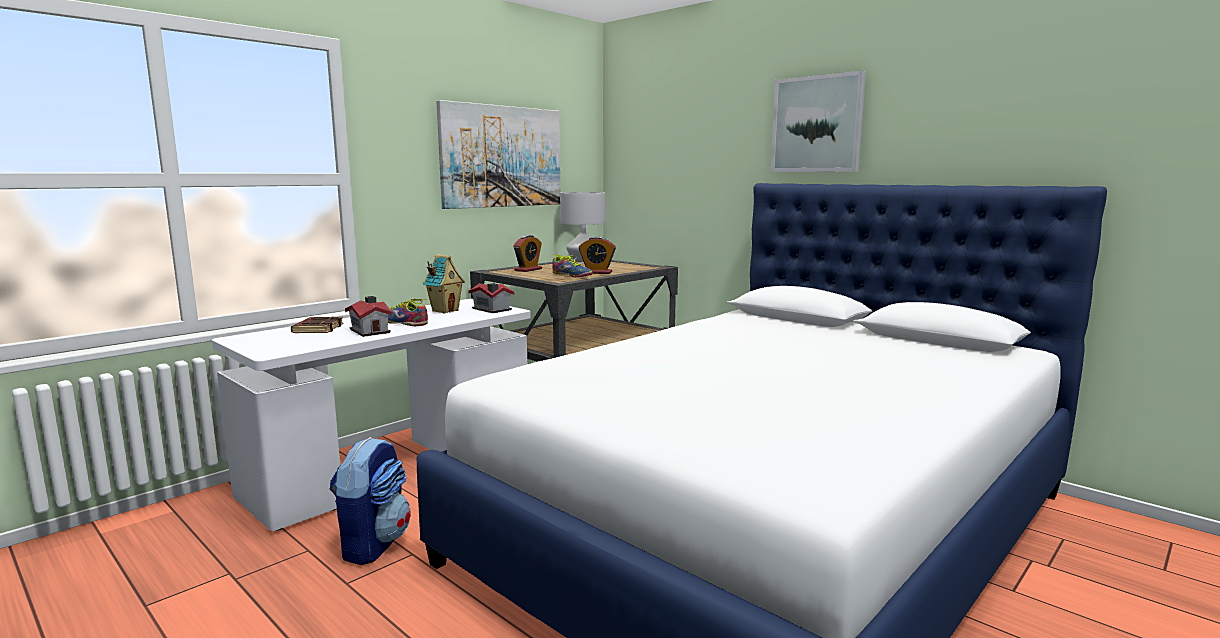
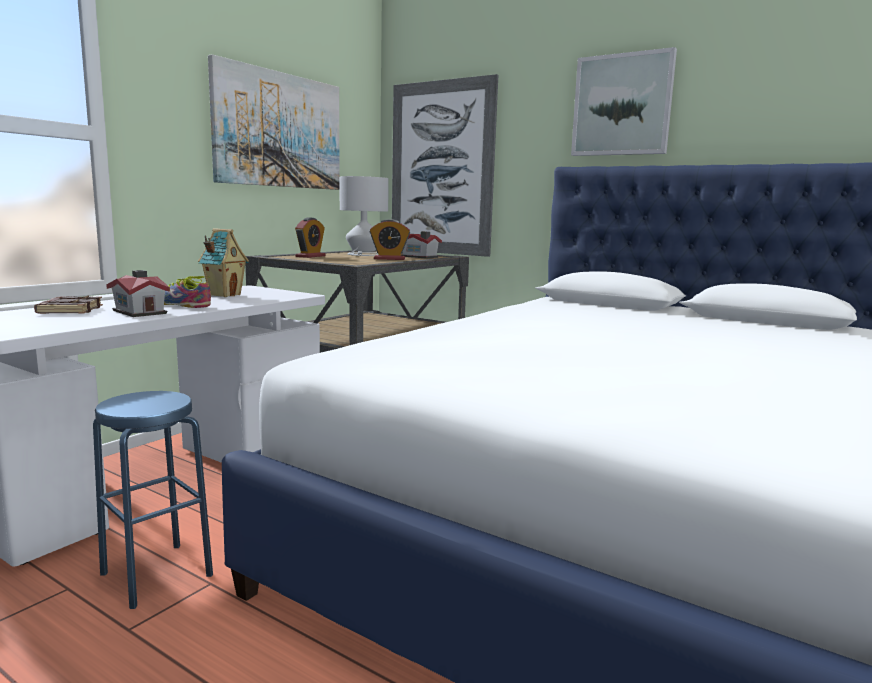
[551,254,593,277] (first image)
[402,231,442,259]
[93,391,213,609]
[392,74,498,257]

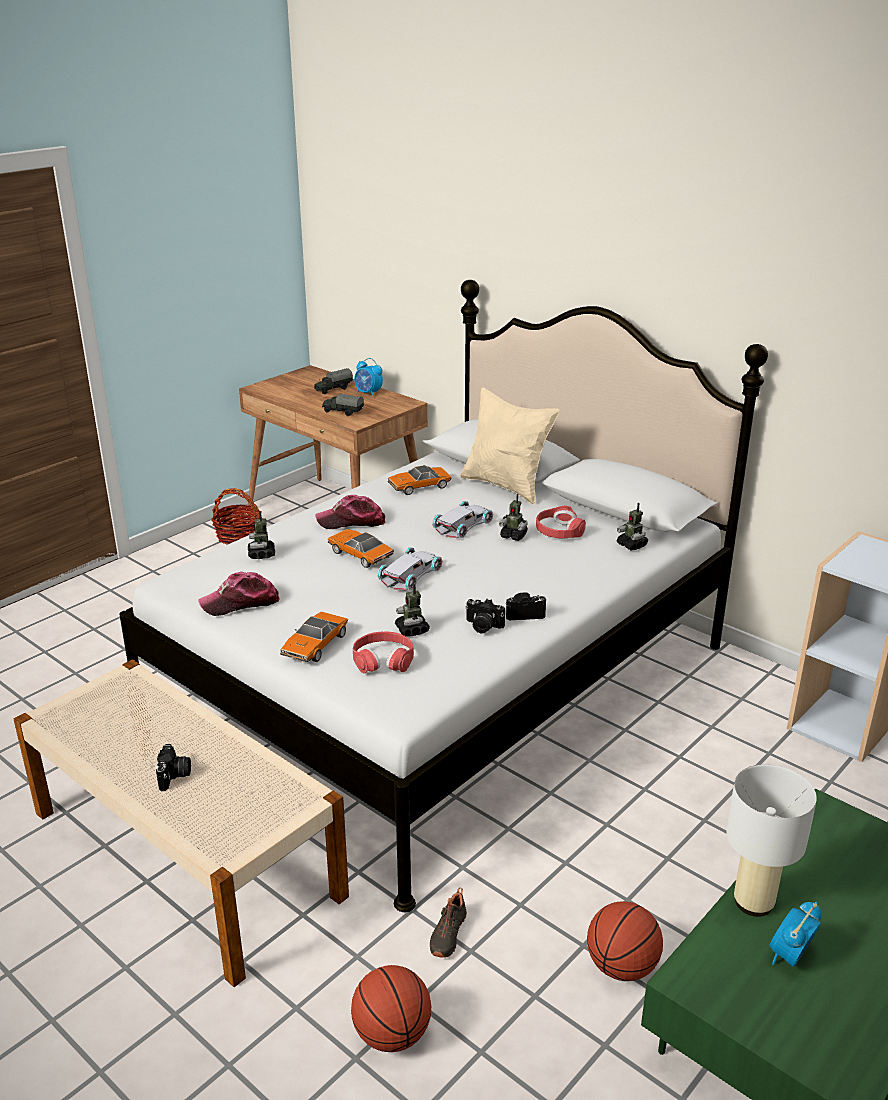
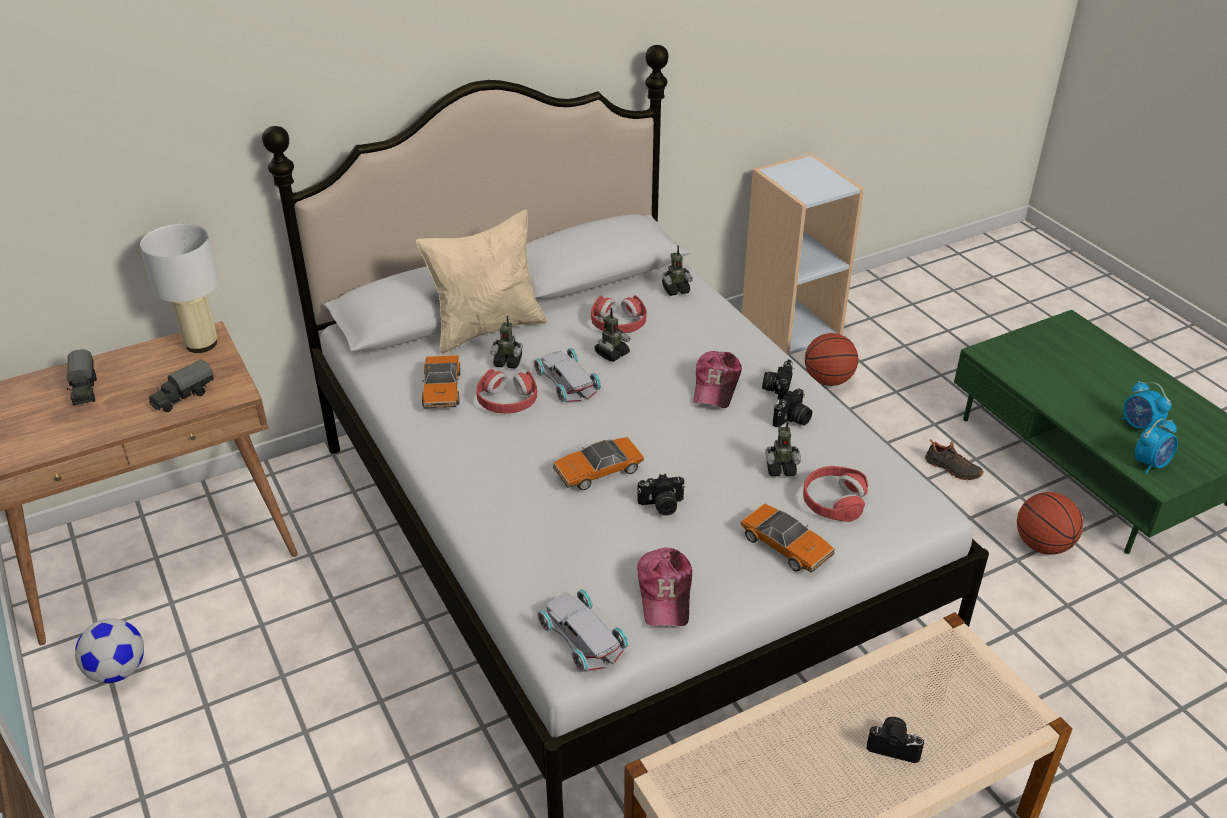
[1135,419,1178,474]
[75,618,144,683]
[693,351,742,408]
[490,316,523,369]
[537,589,629,672]
[140,223,219,353]
[925,439,983,480]
[805,333,858,386]
[476,369,537,414]
[637,474,685,516]

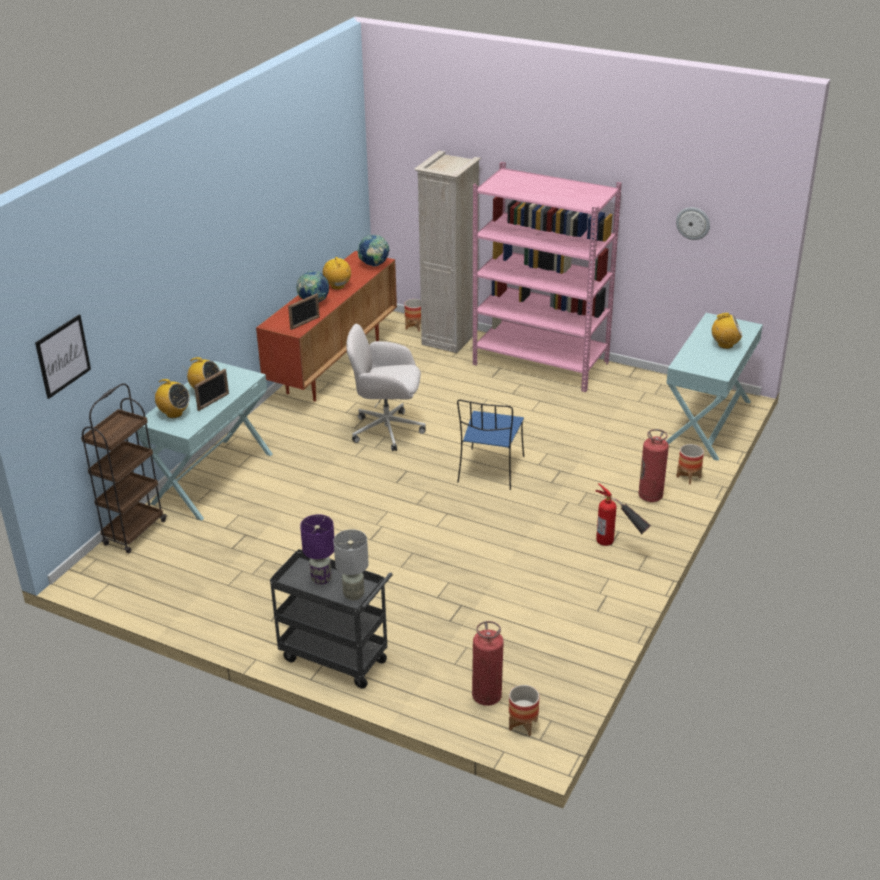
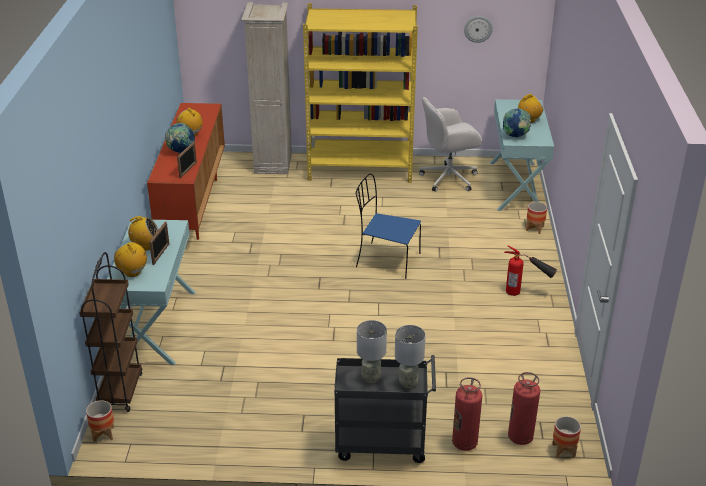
[303,3,418,183]
[503,108,531,138]
[86,400,114,442]
[35,315,91,399] (first image)
[419,97,482,192]
[114,242,147,277]
[356,174,421,279]
[452,377,482,451]
[357,320,387,383]

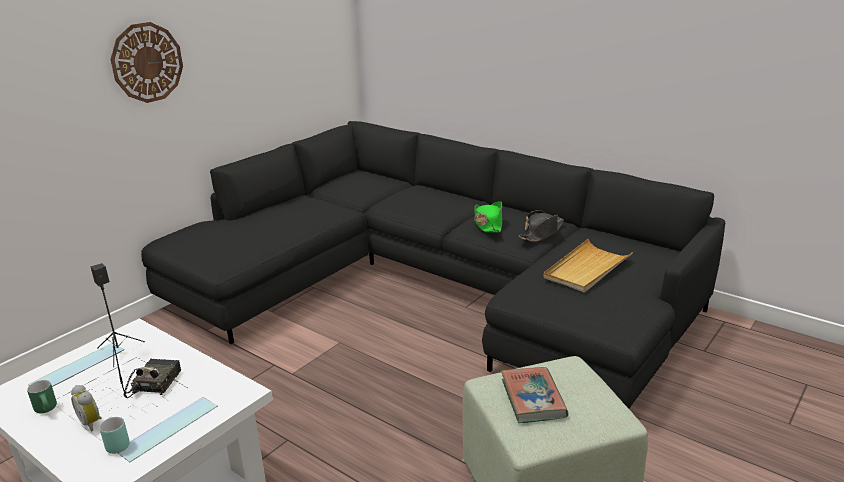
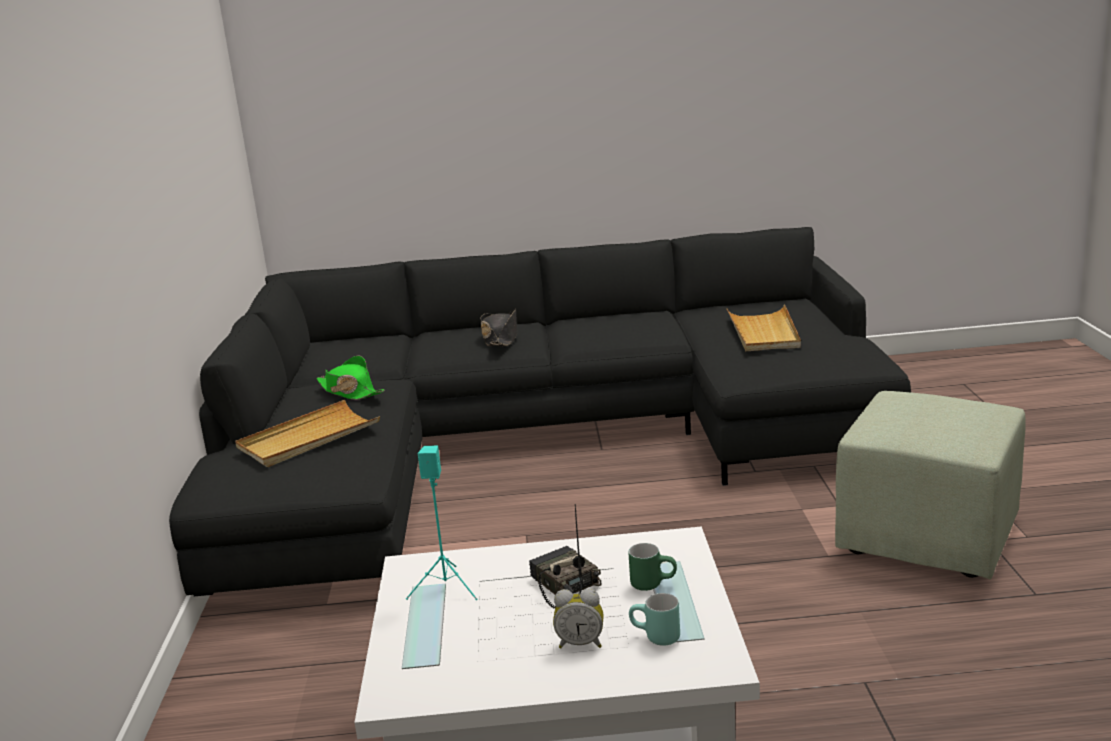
[110,22,183,103] (first image)
[316,356,384,400]
[480,309,517,346]
[406,446,478,600]
[501,367,568,423] (first image)
[629,543,677,591]
[235,400,380,467]

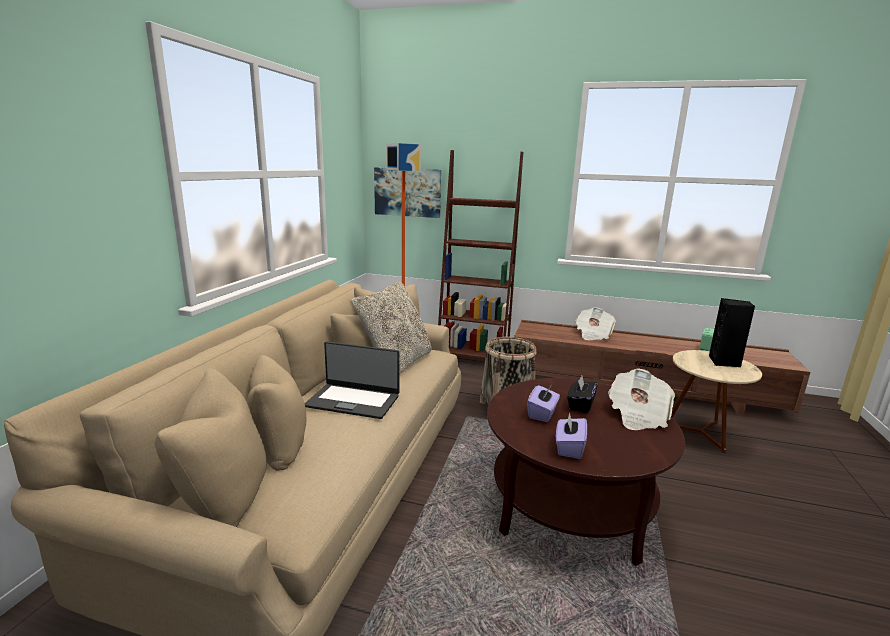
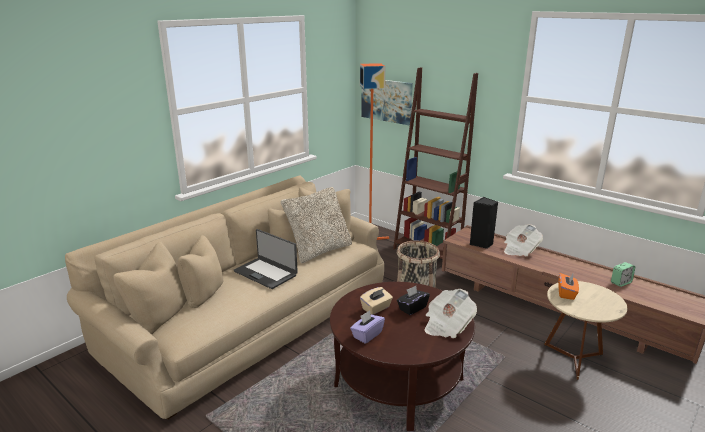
[470,197,498,249]
[360,287,393,315]
[558,272,579,300]

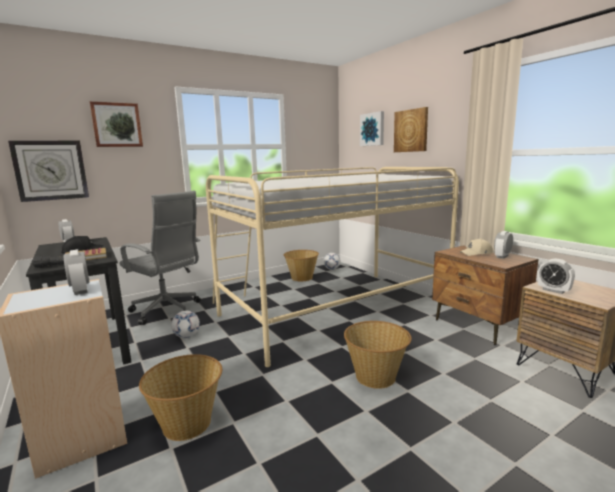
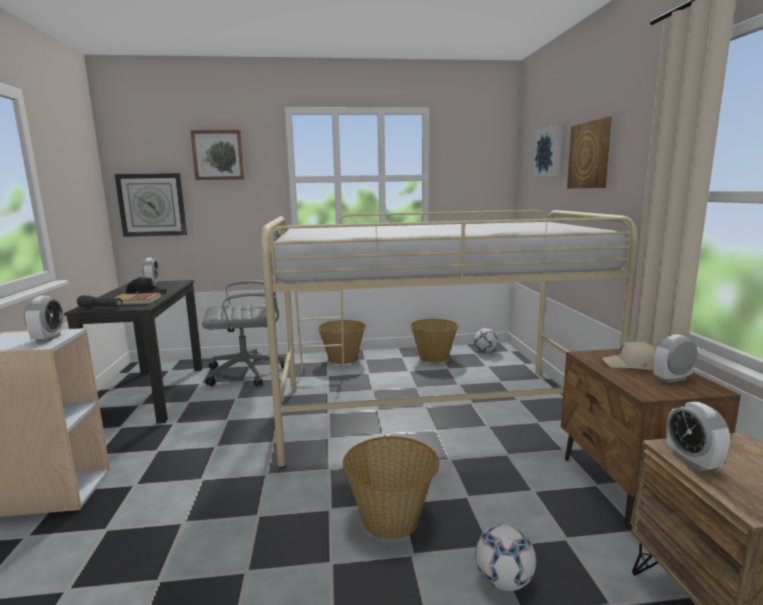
[202,230,285,386]
[475,524,536,591]
[318,320,366,364]

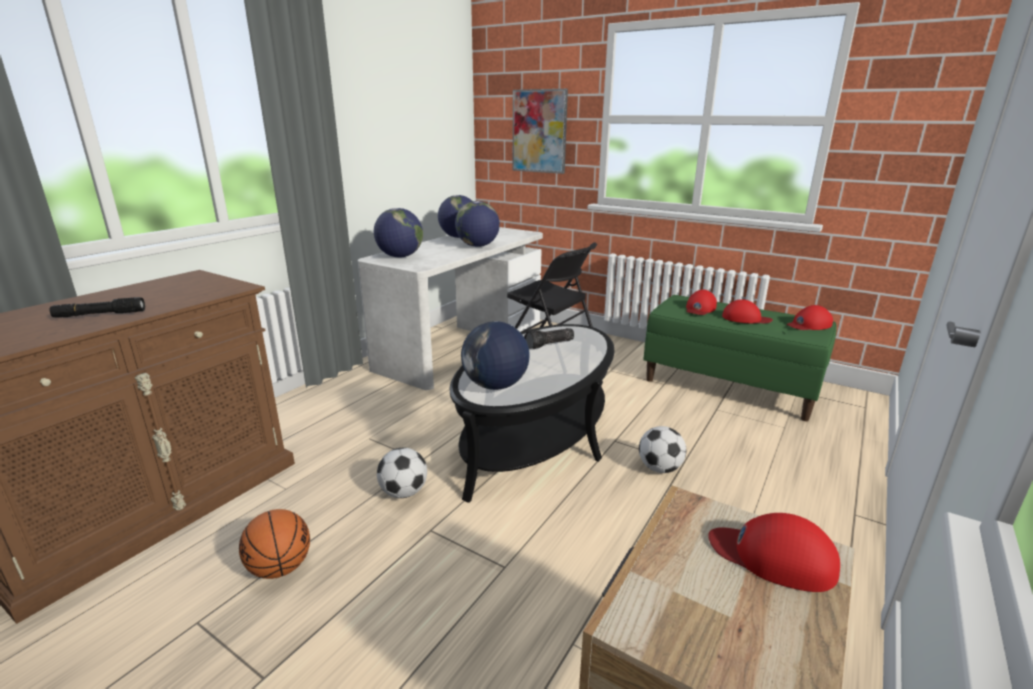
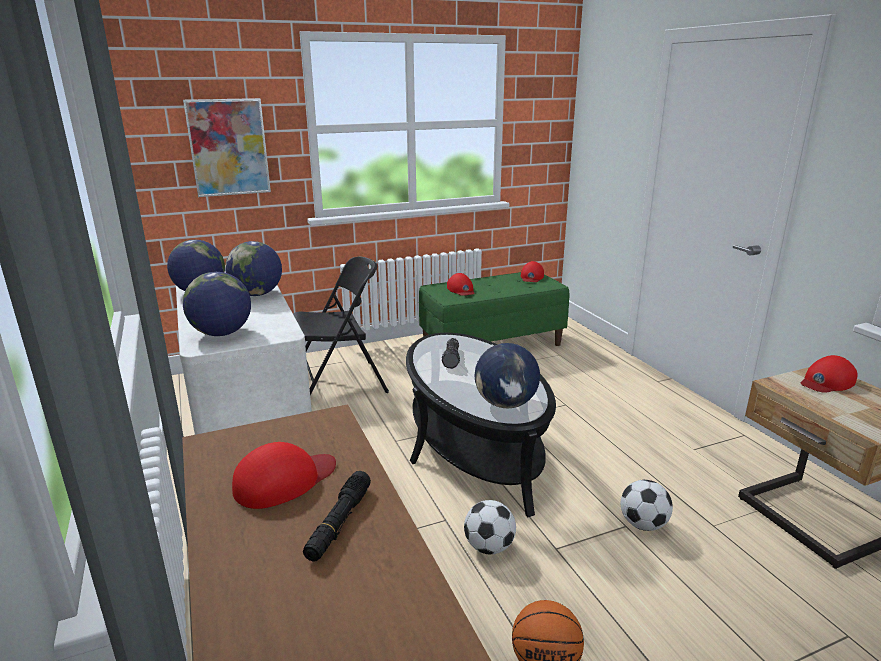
[232,442,336,509]
[621,480,673,531]

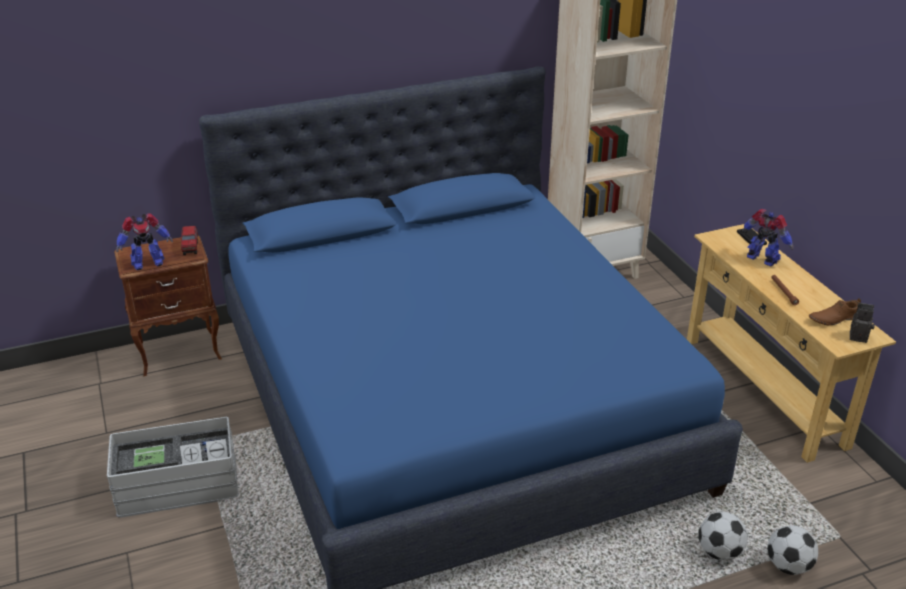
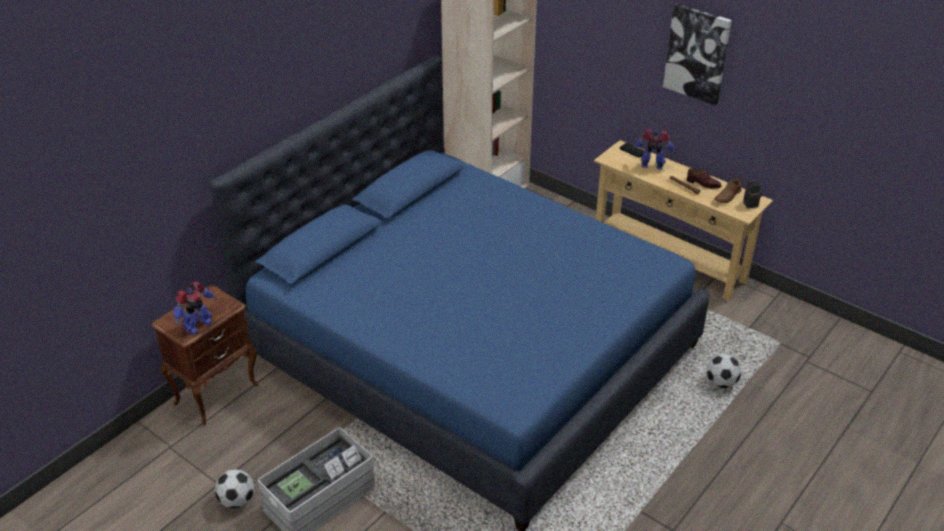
[181,226,198,255] (first image)
[215,469,254,509]
[663,3,732,105]
[687,168,722,188]

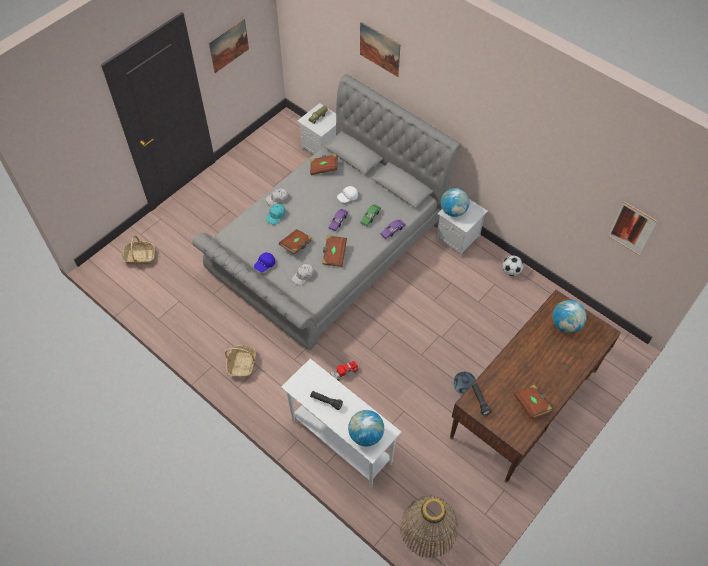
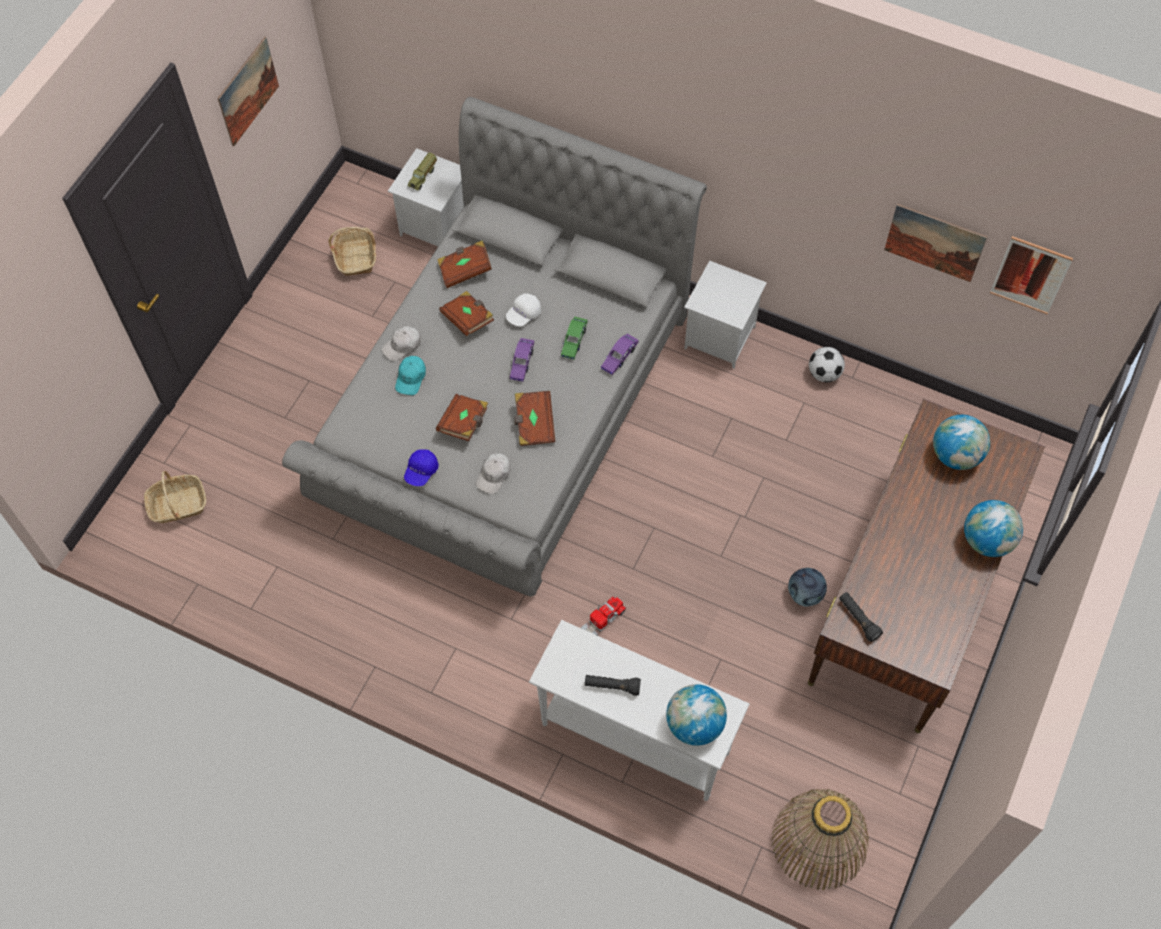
[884,204,988,282]
[964,500,1023,557]
[328,227,376,276]
[439,291,494,336]

